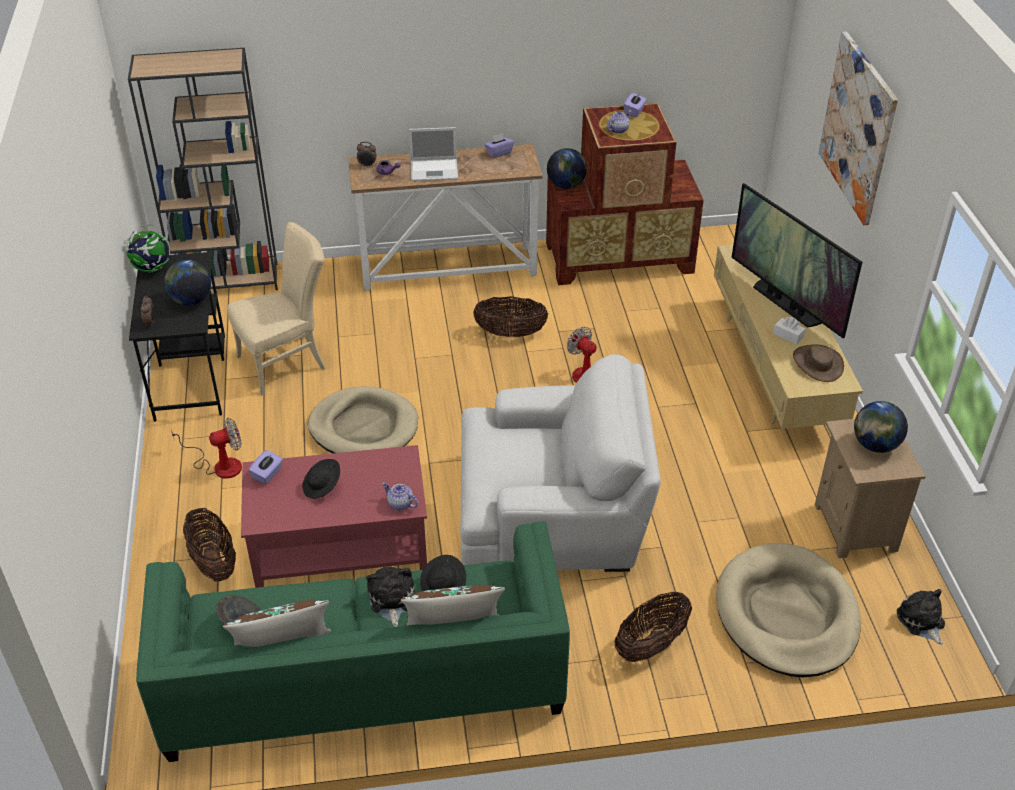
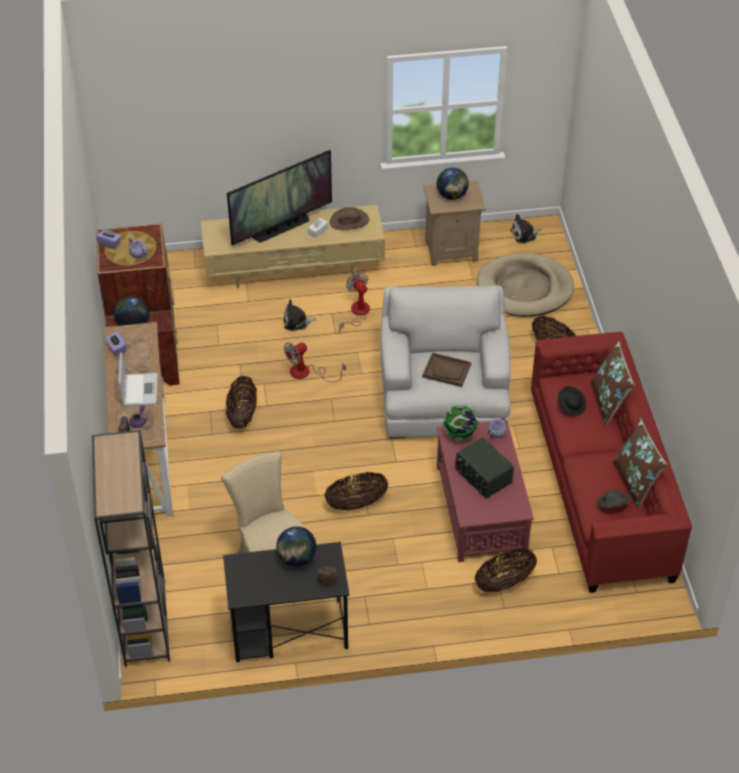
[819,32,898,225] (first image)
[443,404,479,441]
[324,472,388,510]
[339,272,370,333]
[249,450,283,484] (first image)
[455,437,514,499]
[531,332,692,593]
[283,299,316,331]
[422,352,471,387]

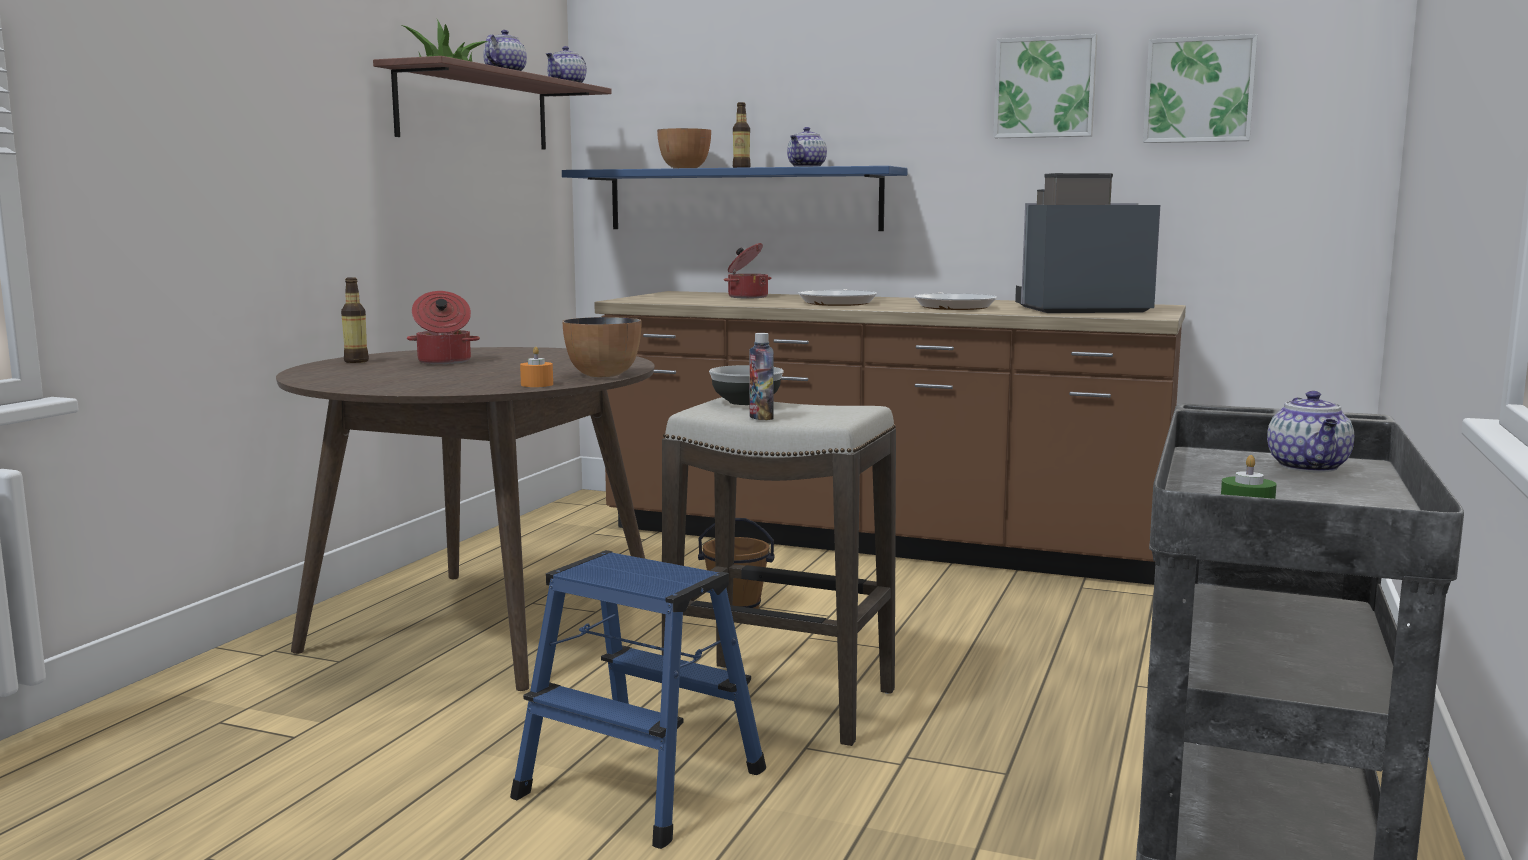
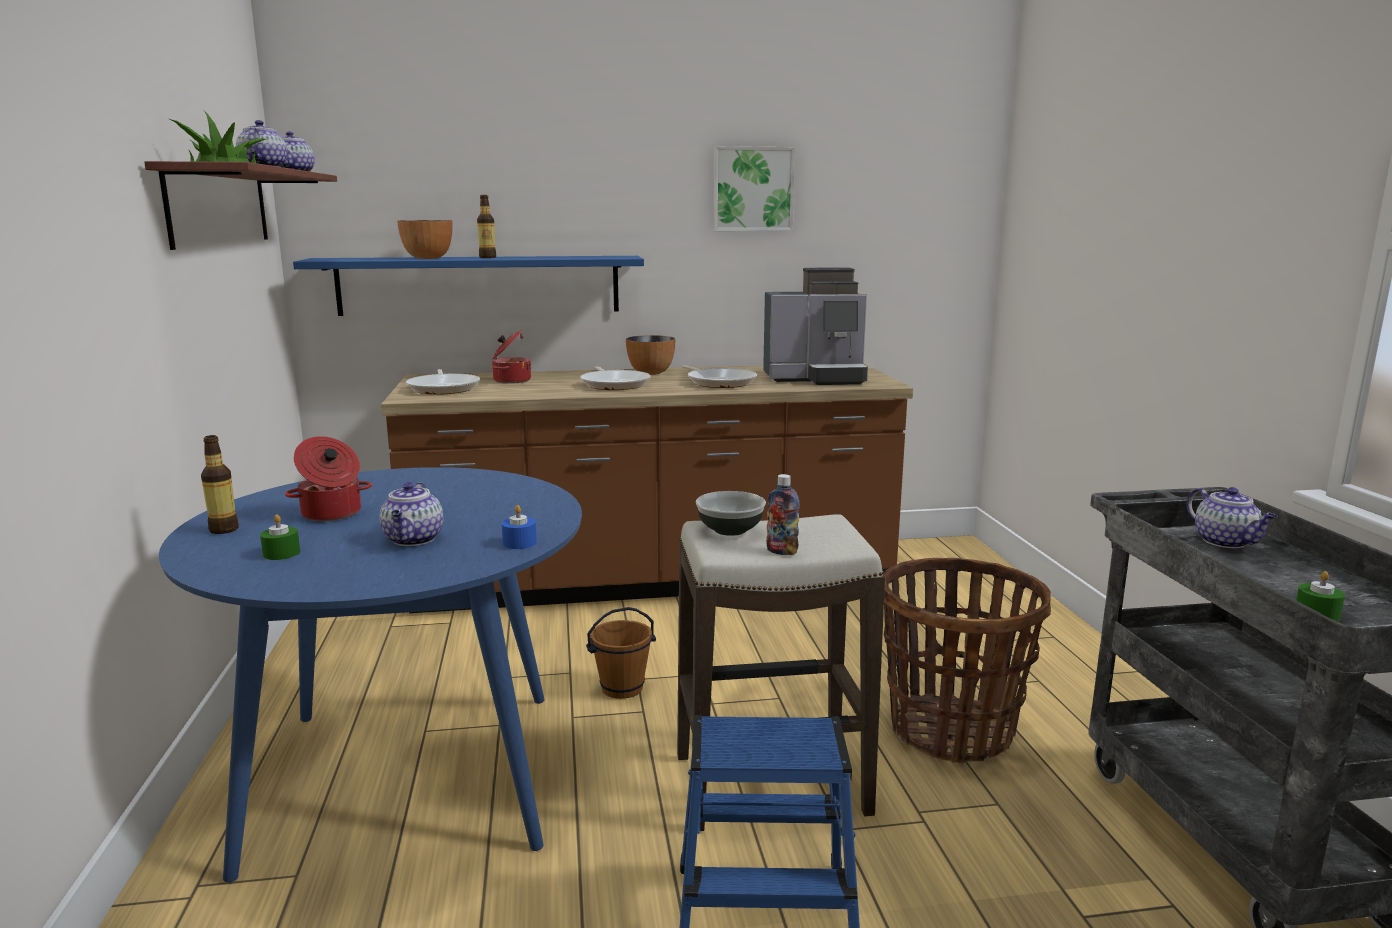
[1143,34,1257,143] (first image)
[380,482,443,546]
[763,267,868,385]
[626,335,675,375]
[159,467,582,882]
[502,505,537,549]
[406,369,480,395]
[260,514,300,560]
[883,558,1051,764]

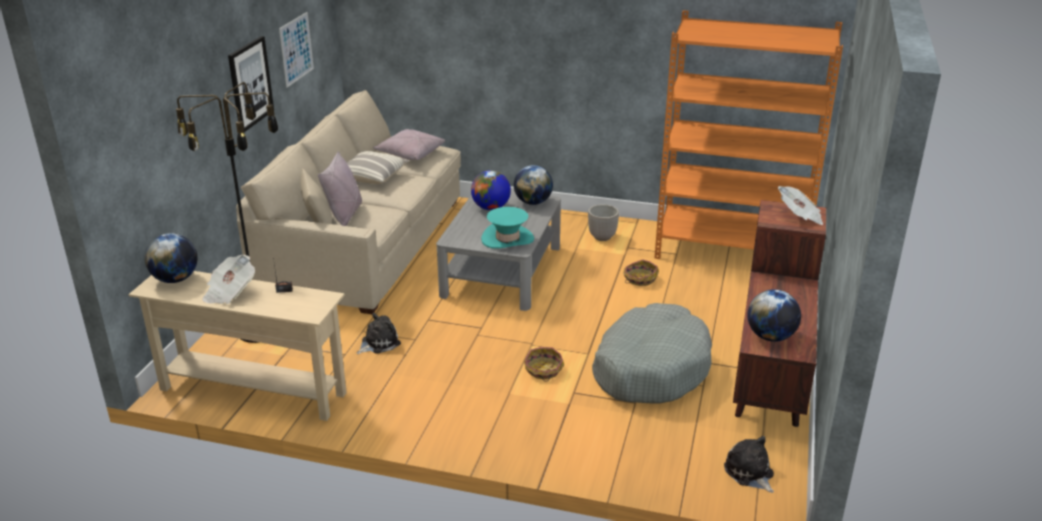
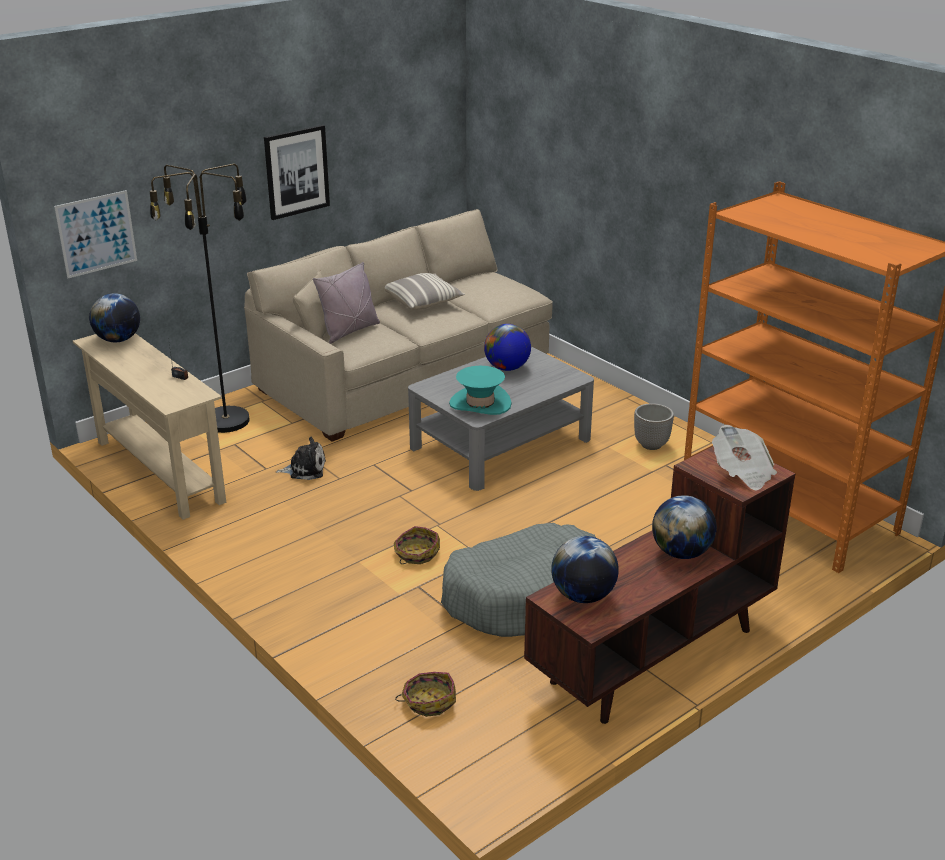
[54,190,137,278]
[373,129,445,160] (first image)
[652,495,717,559]
[202,255,255,304] (first image)
[395,672,456,717]
[724,436,774,493] (first image)

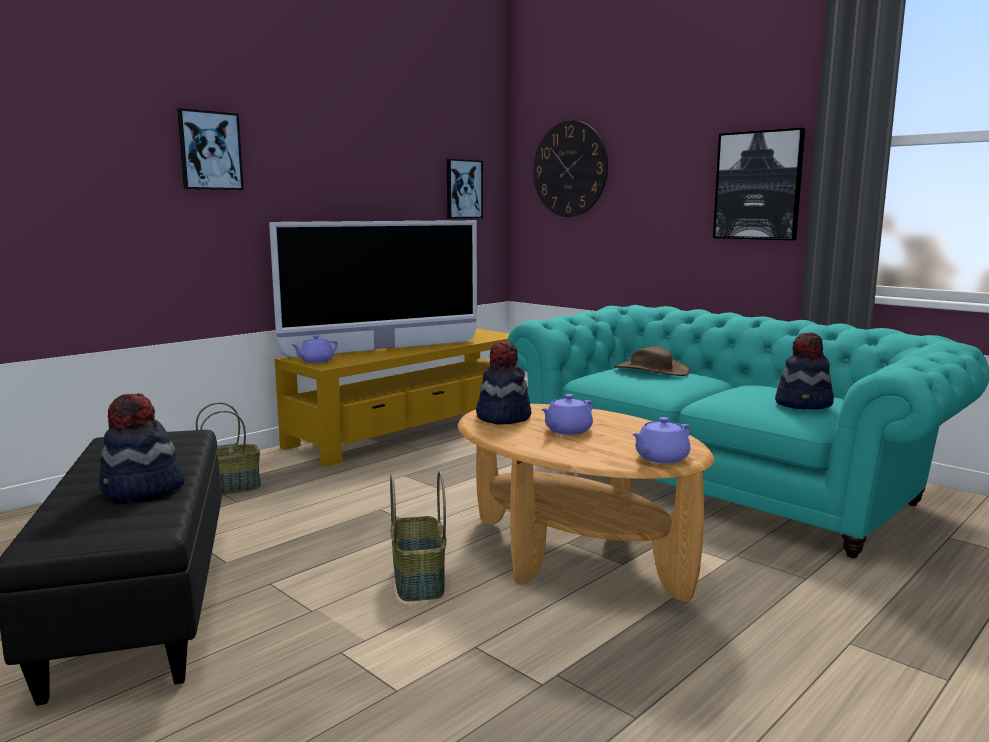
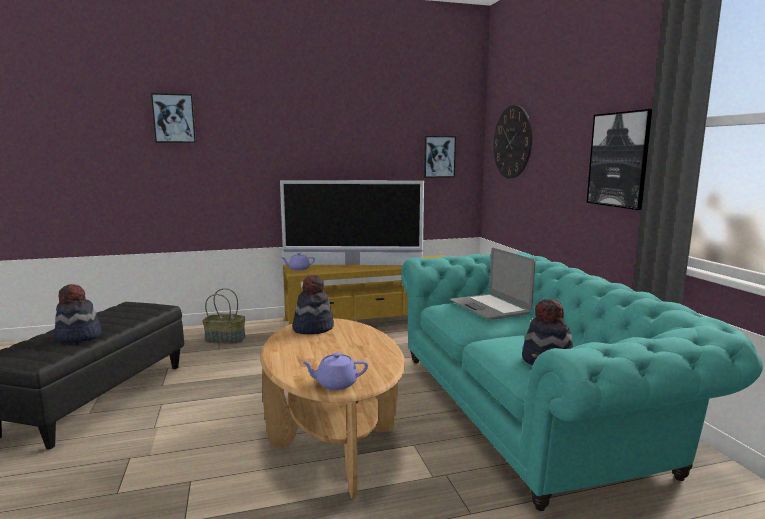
[151,93,196,143]
[450,248,535,320]
[541,394,593,435] (first image)
[390,471,447,601] (first image)

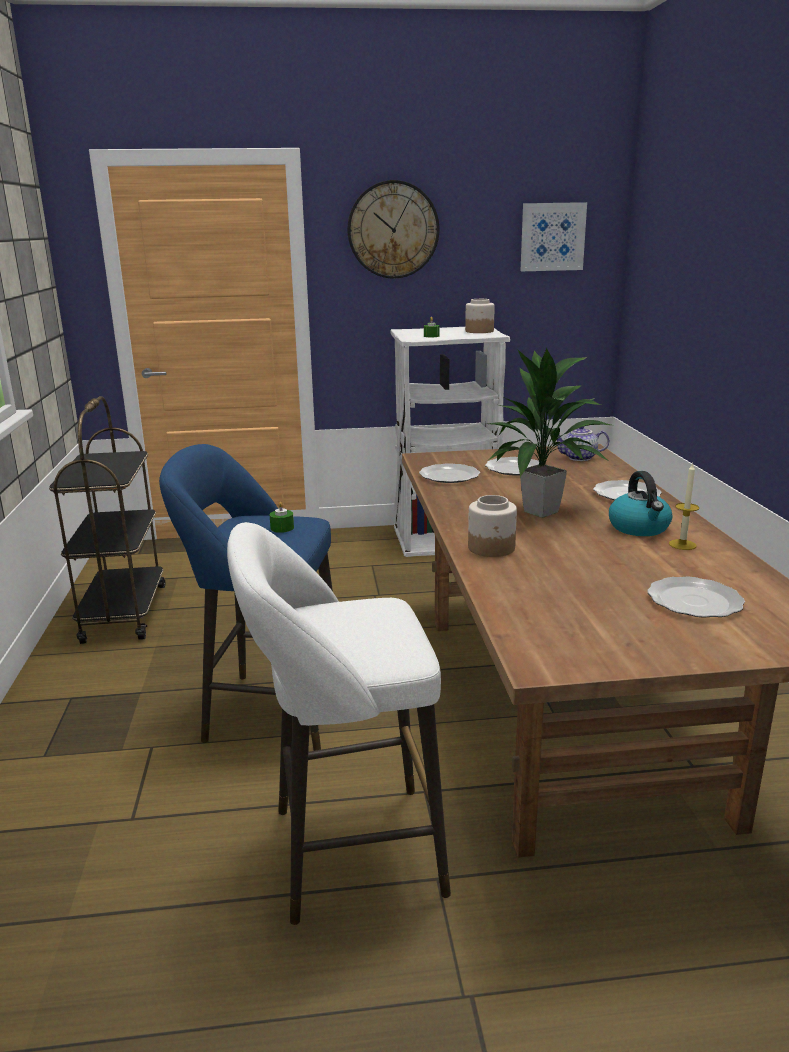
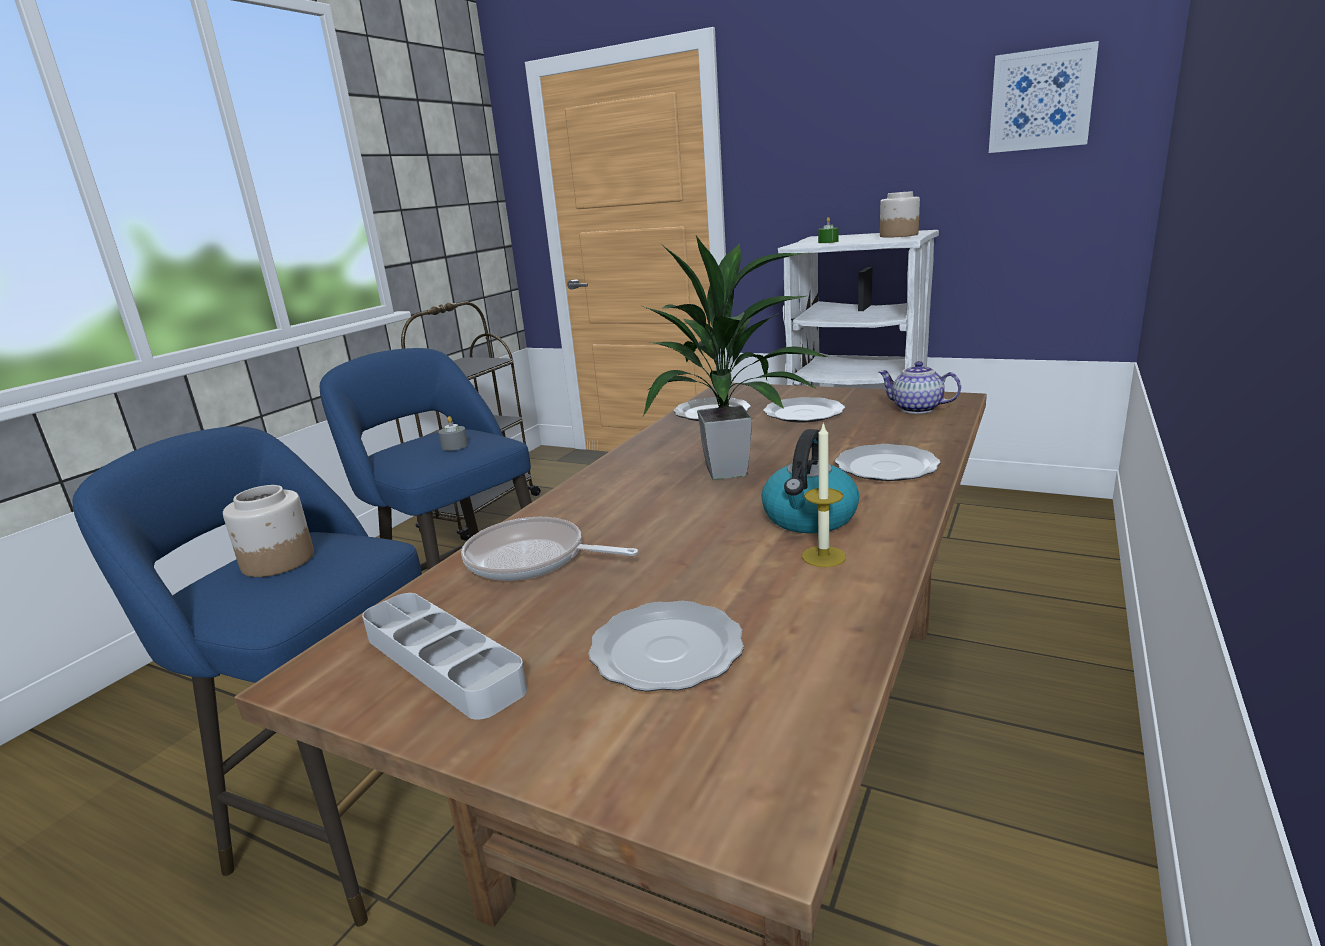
[347,180,439,279] (first image)
[223,485,314,577]
[438,416,468,451]
[72,426,422,927]
[461,517,638,581]
[362,593,527,720]

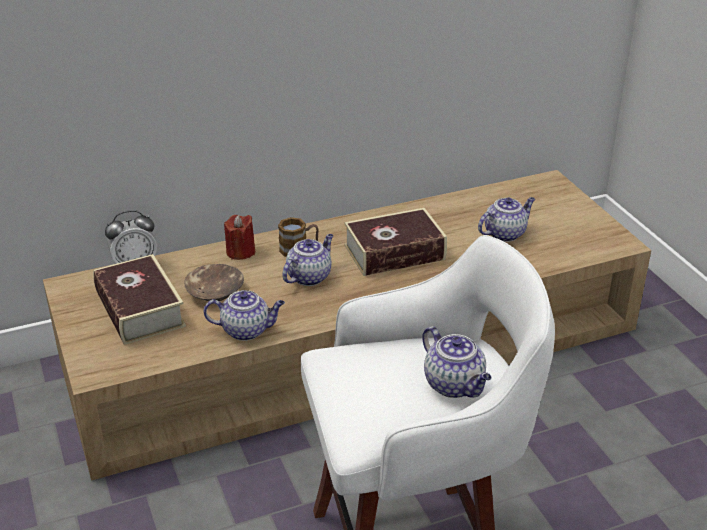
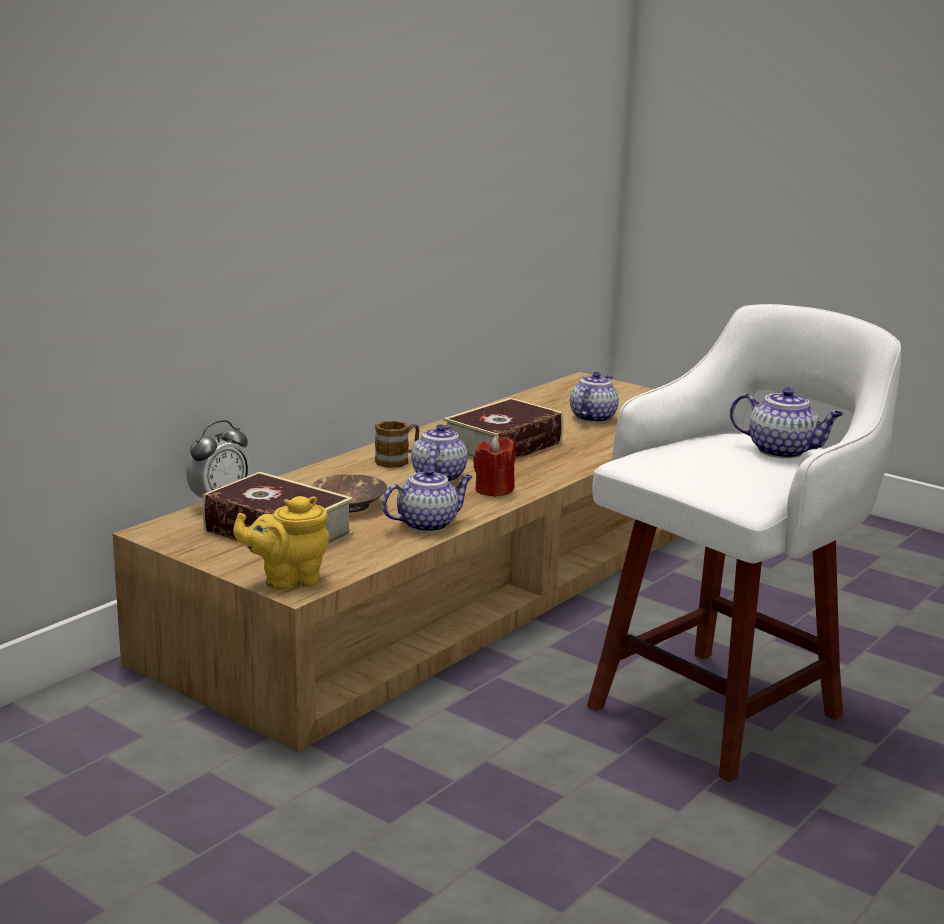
[473,436,515,497]
[233,496,330,590]

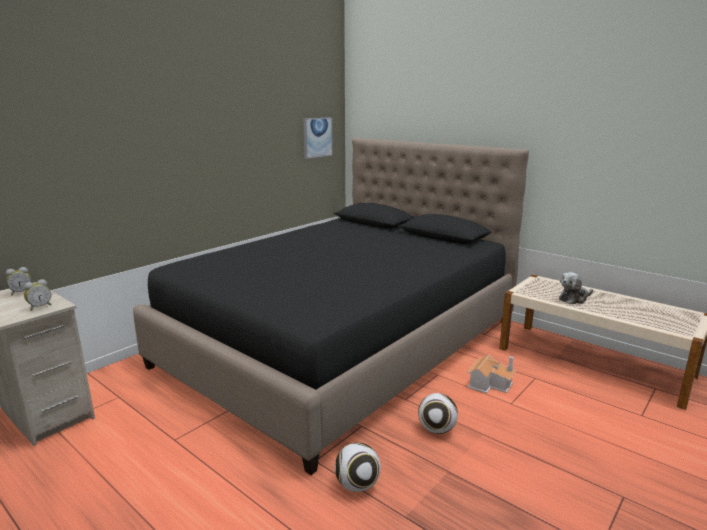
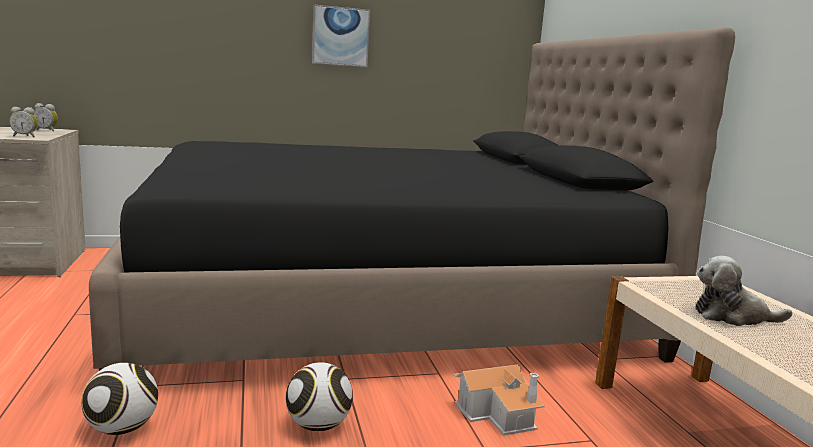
[312,5,370,67]

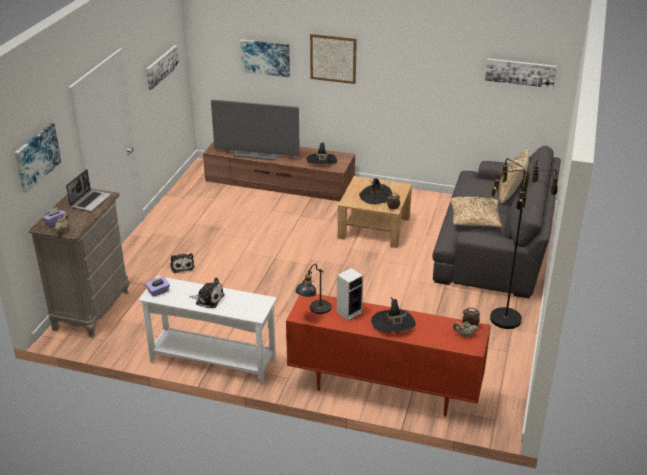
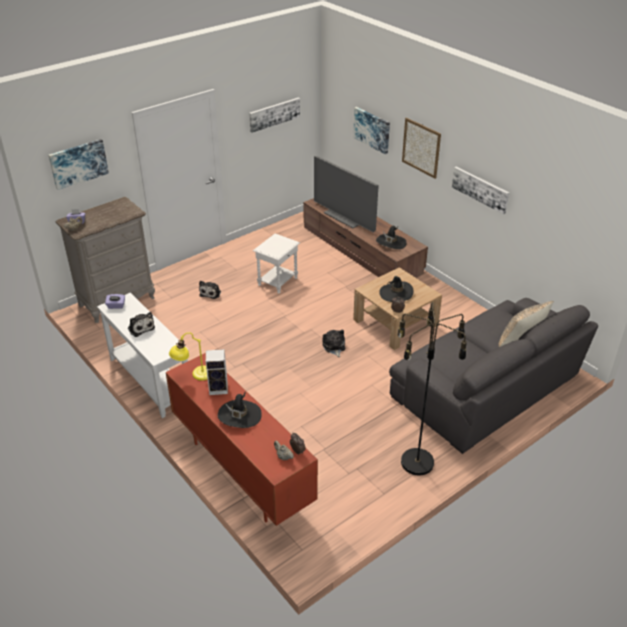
[452,166,509,214]
[66,169,111,211] (first image)
[450,197,502,227] (first image)
[169,332,208,381]
[253,234,300,293]
[322,330,345,357]

